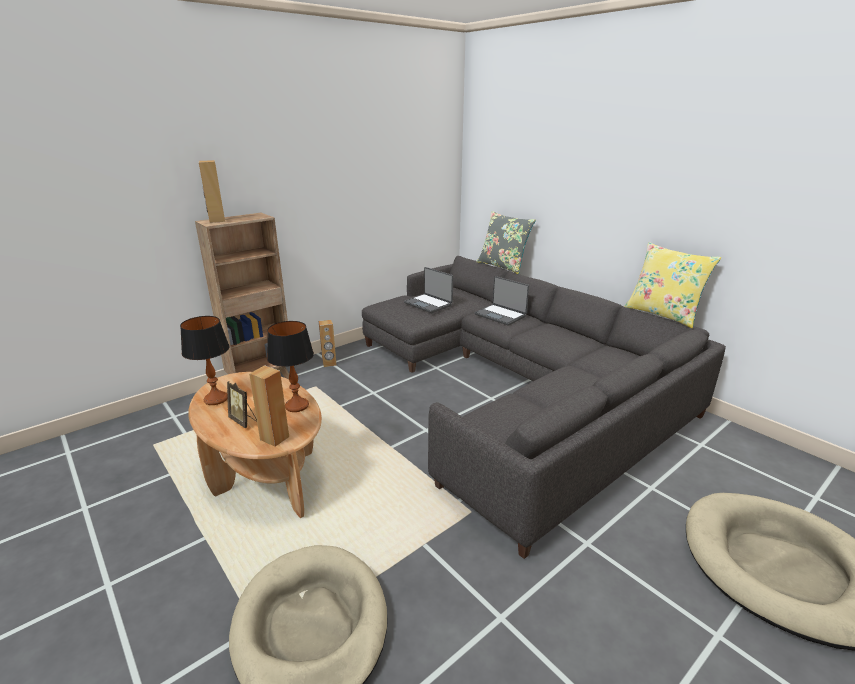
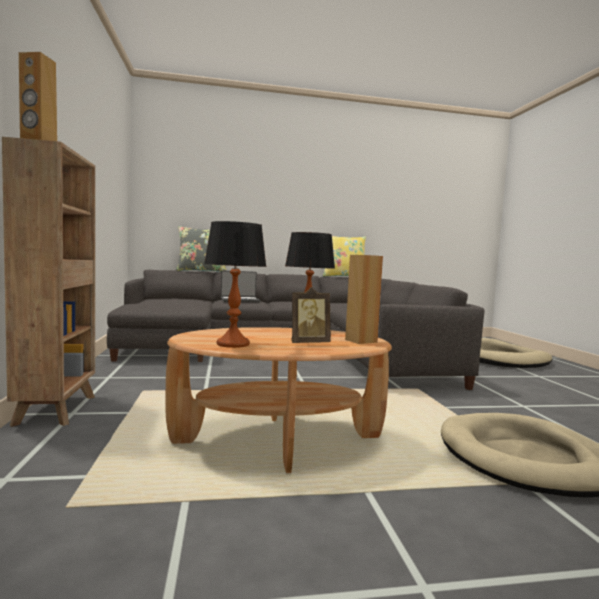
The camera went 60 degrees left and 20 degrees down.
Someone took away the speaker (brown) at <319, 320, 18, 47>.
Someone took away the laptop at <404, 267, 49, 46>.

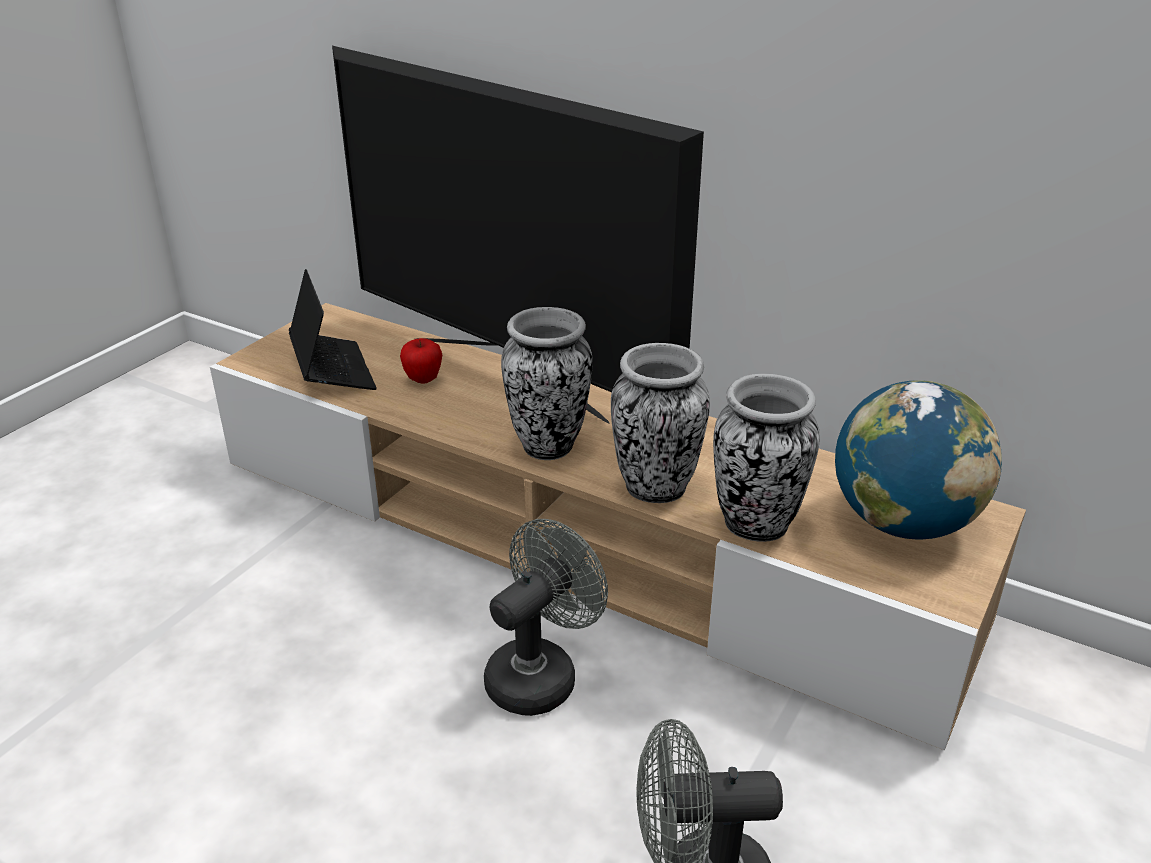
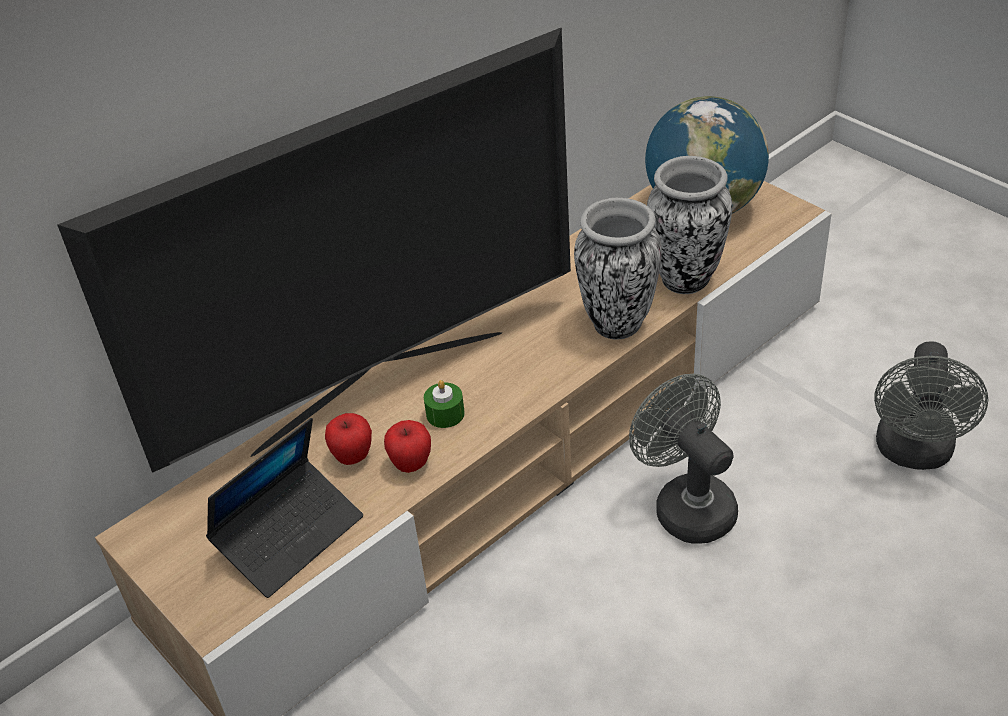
The camera went 70 degrees left and 10 degrees up.
Someone rotated the laptop at <289, 269, 87, 121> by 135 degrees clockwise.
Someone put down the apple at <384, 420, 47, 53>.
Someone put down the candle (green) at <424, 380, 41, 48>.
Someone took away the vase at <501, 307, 92, 153>.

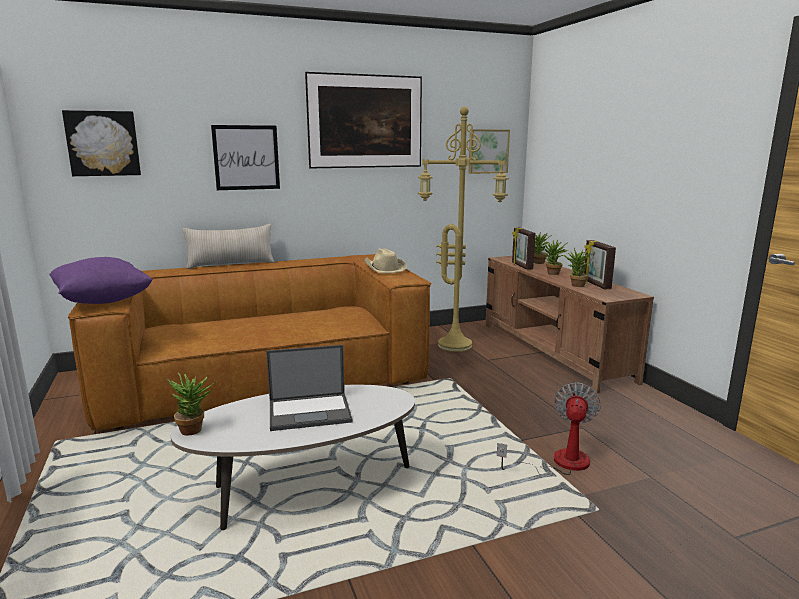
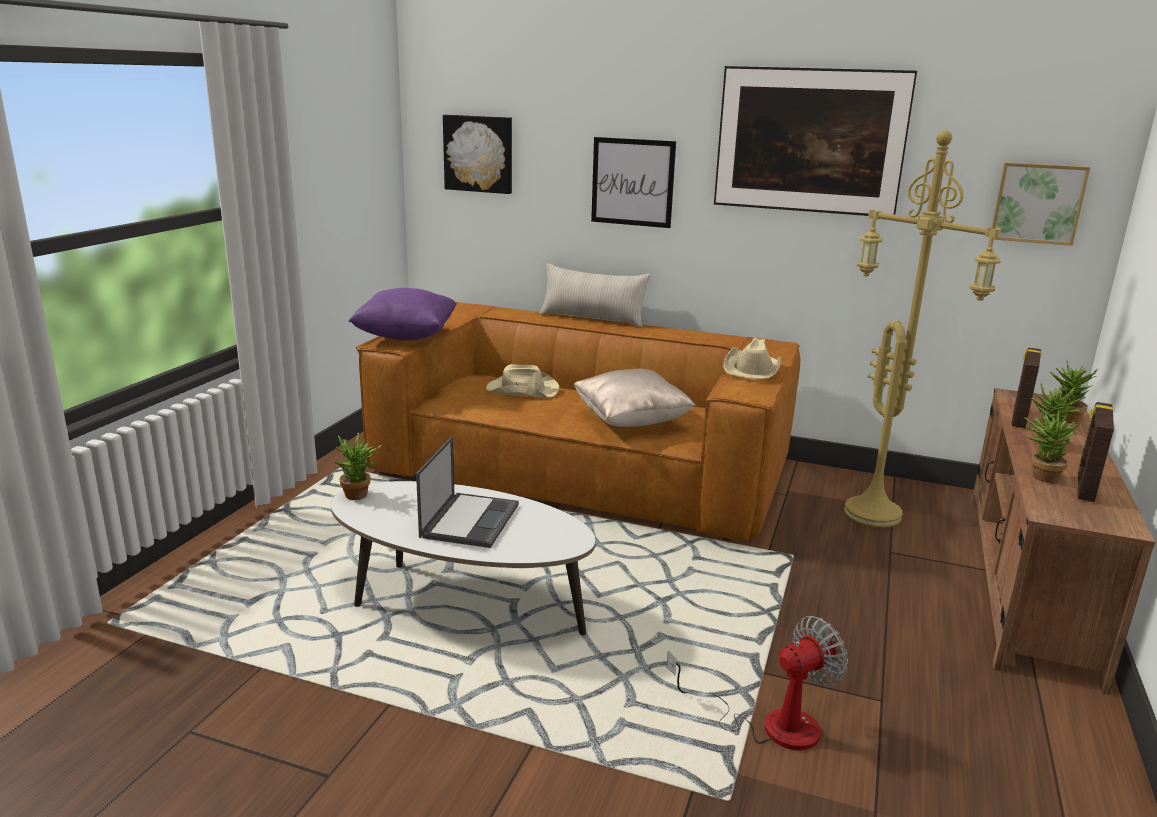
The camera went 40 degrees right and 5 degrees up.
Someone rotated the laptop at <266, 345, 87, 86> by 105 degrees counterclockwise.
Someone put down the hat (beige) at <486, 364, 73, 33>.
Someone put down the pillow (beige) at <574, 368, 121, 59>.

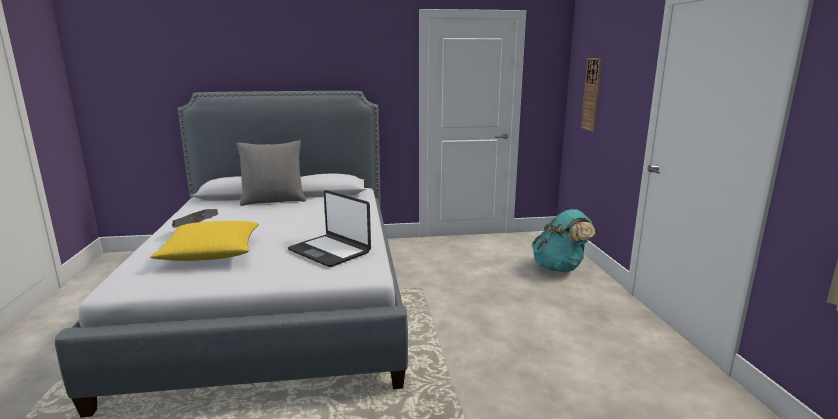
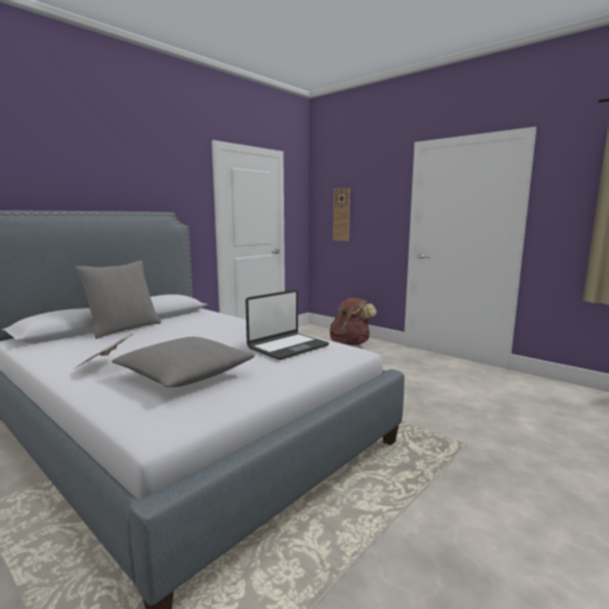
The camera went 40 degrees left and 5 degrees down.
Someone repainted the pillow (yellow) at <150, 221, 109, 40>, which became the pillow (grey) at <112, 337, 143, 50>.
Someone rotated the laptop at <288, 190, 83, 77> by 45 degrees counterclockwise.
Someone repainted the backpack (turquoise) at <532, 209, 63, 64>, which became the backpack (brown) at <330, 298, 47, 47>.

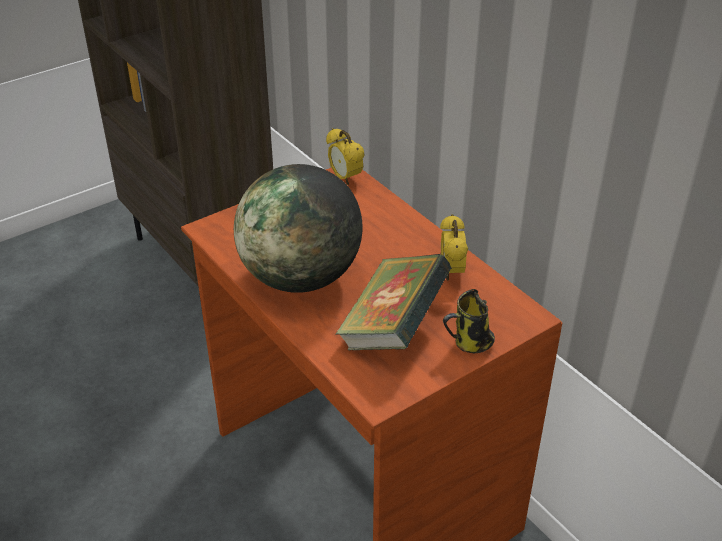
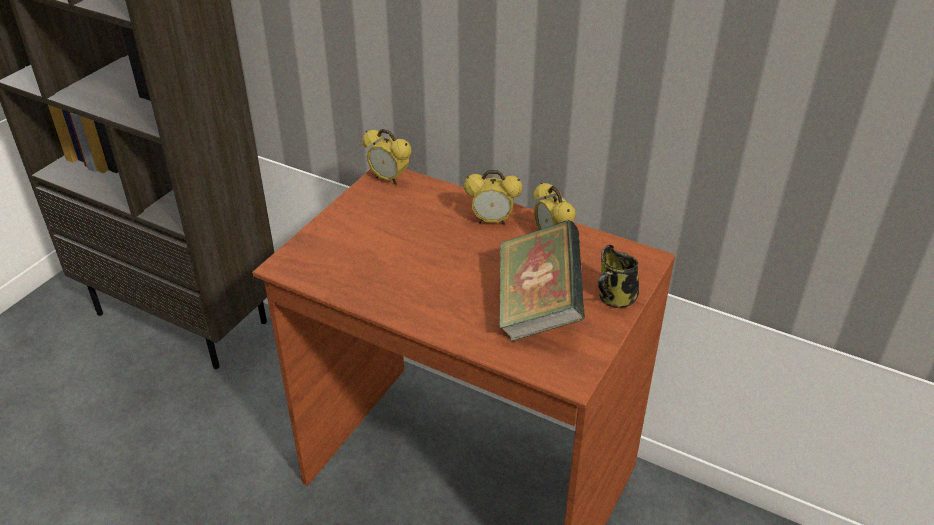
The camera went 25 degrees left and 0 degrees up.
Someone put down the alarm clock at <464, 170, 58, 55>.
Someone took away the globe at <234, 164, 129, 129>.

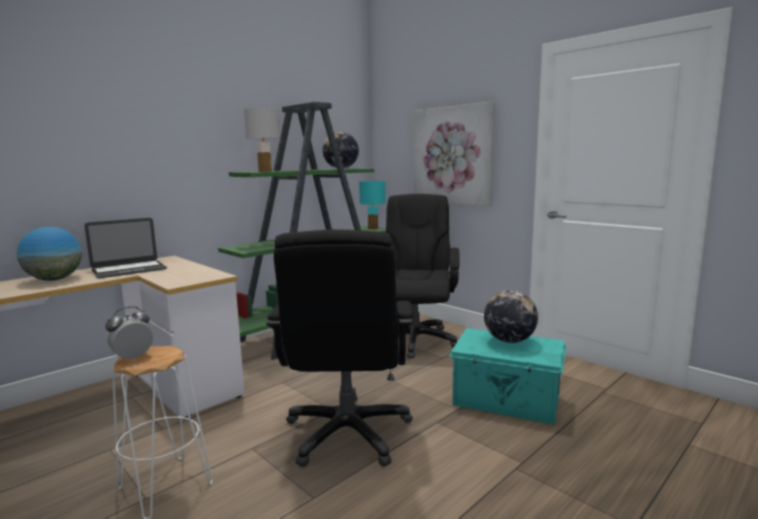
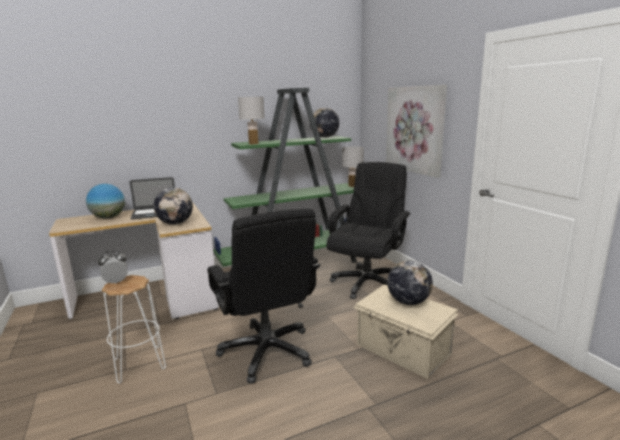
The camera went 20 degrees right and 5 degrees up.
Someone put down the globe at <154, 187, 39, 38>.
Someone rotated the office chair (black) at <266, 229, 147, 238> by 45 degrees counterclockwise.
Someone repainted the table lamp (turquoise) at <359, 181, 27, 48>, which became the table lamp (white) at <342, 147, 22, 40>.
Someone repainted the storage box (turquoise) at <448, 328, 118, 97>, which became the storage box (beige) at <353, 284, 106, 95>.

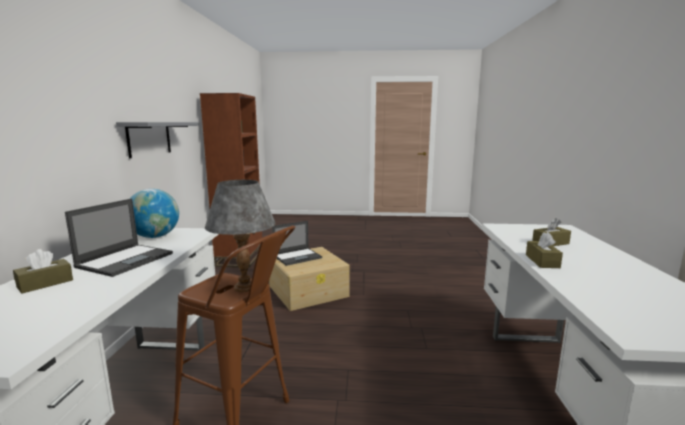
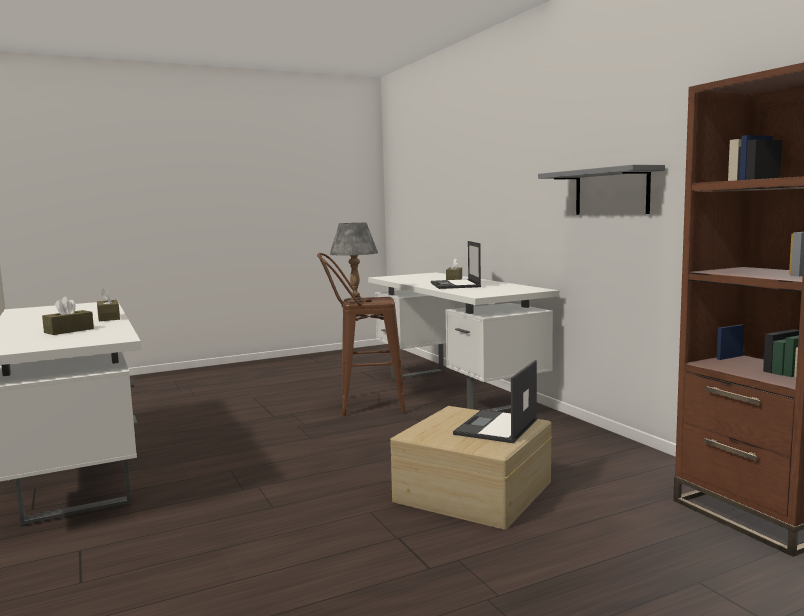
The camera went 150 degrees right and 5 degrees down.
Someone took away the globe at <130, 189, 49, 49>.

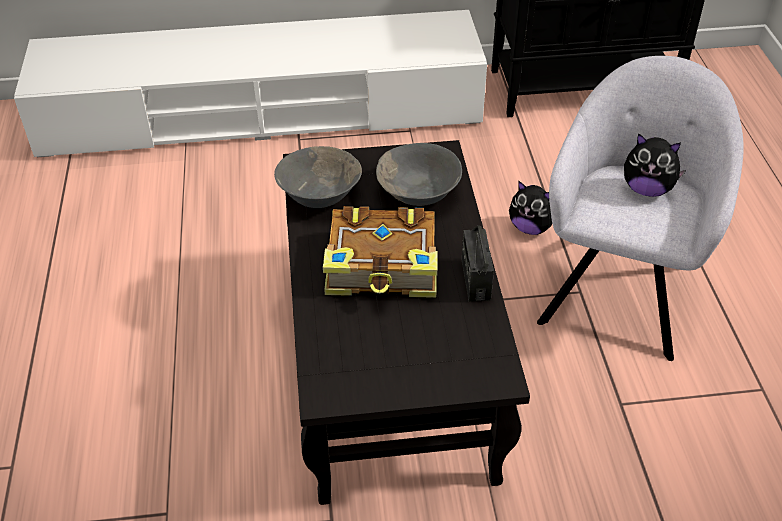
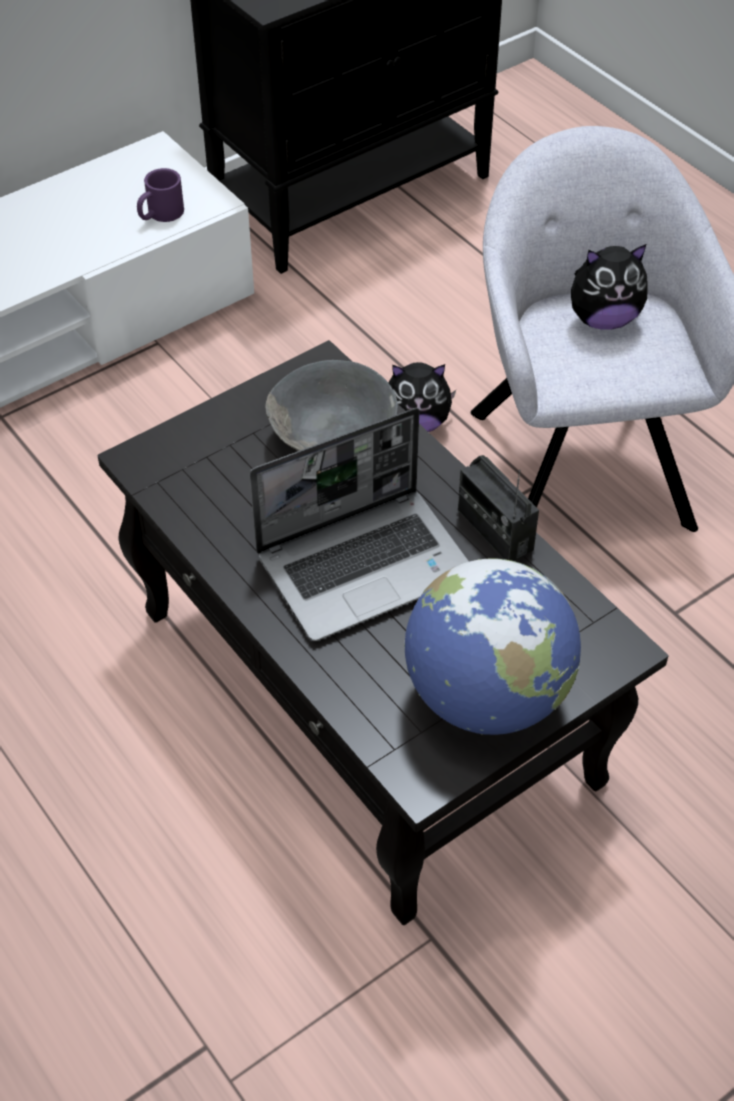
The camera went 30 degrees left and 5 degrees up.
Someone put down the mug (purple) at <137, 168, 47, 54>.
Someone swapped the book at <323, 206, 114, 92> for the laptop at <250, 408, 219, 233>.
Someone put down the globe at <404, 558, 177, 177>.
Someone took away the bowl (grey) at <274, 146, 88, 62>.

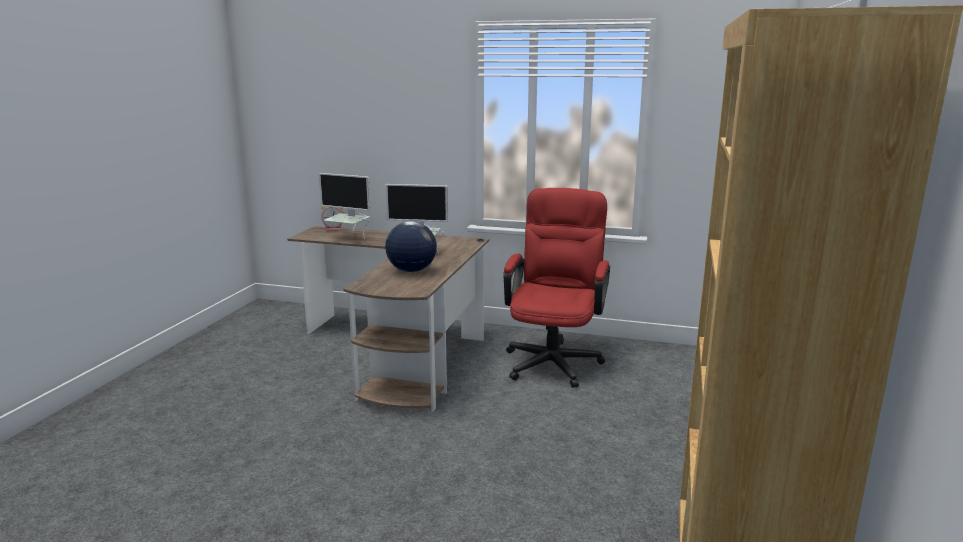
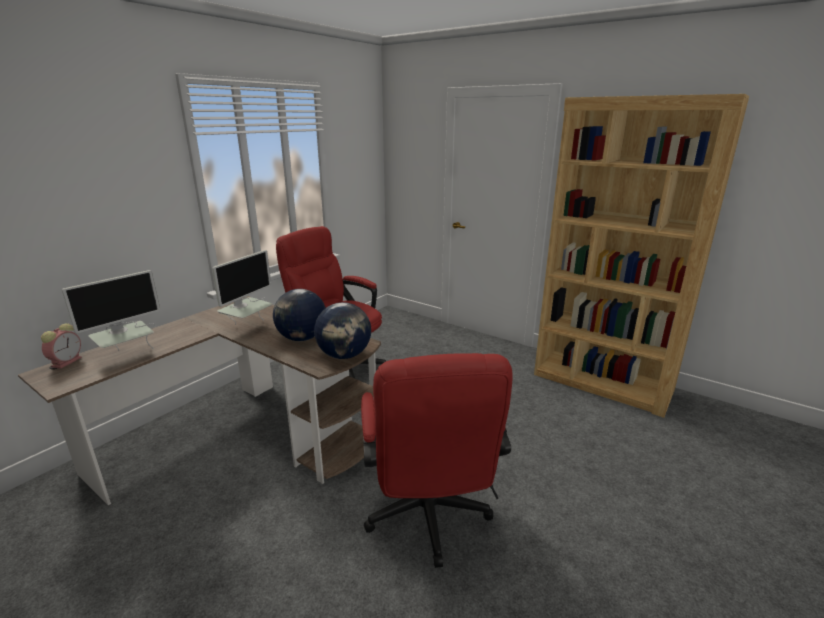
The camera went 70 degrees left and 5 degrees up.
Someone put down the globe at <314, 302, 57, 57>.
Someone put down the office chair (red) at <361, 353, 152, 215>.

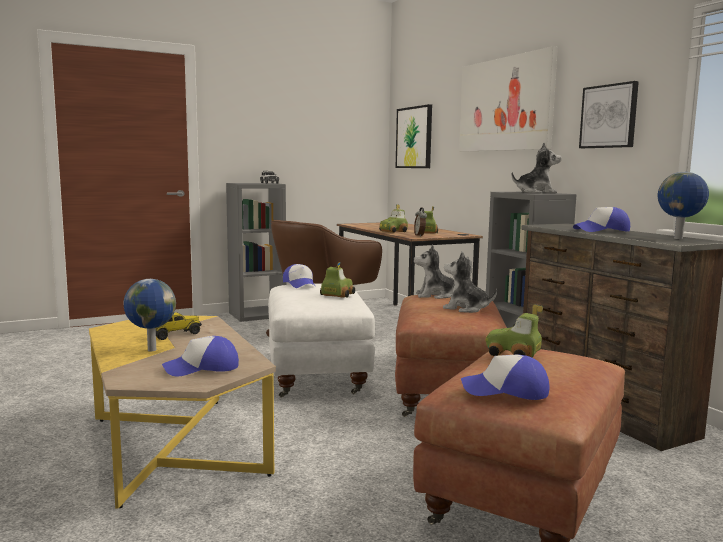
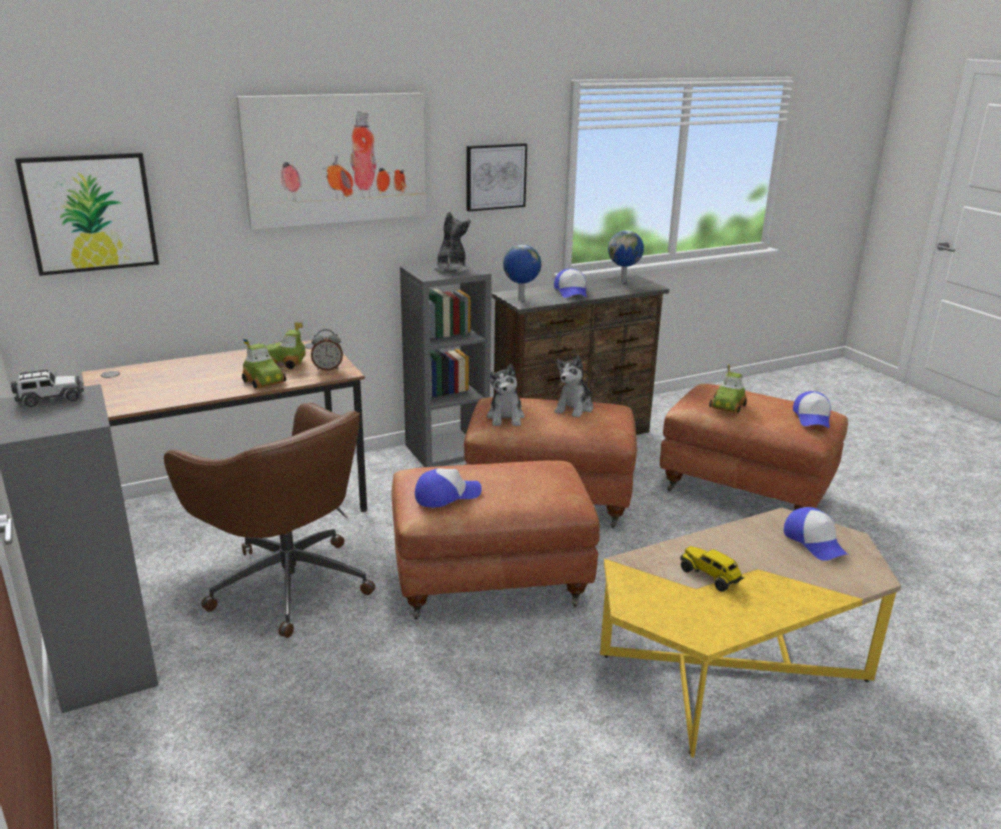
The camera went 90 degrees left and 15 degrees up.
Someone repainted the ottoman (white) at <268, 284, 107, 114>, which became the ottoman (brown) at <391, 461, 209, 159>.
Someone carried the globe from <124, 279, 52, 72> to <503, 245, 38, 56>.
Someone took away the toy car at <320, 262, 35, 36>.

